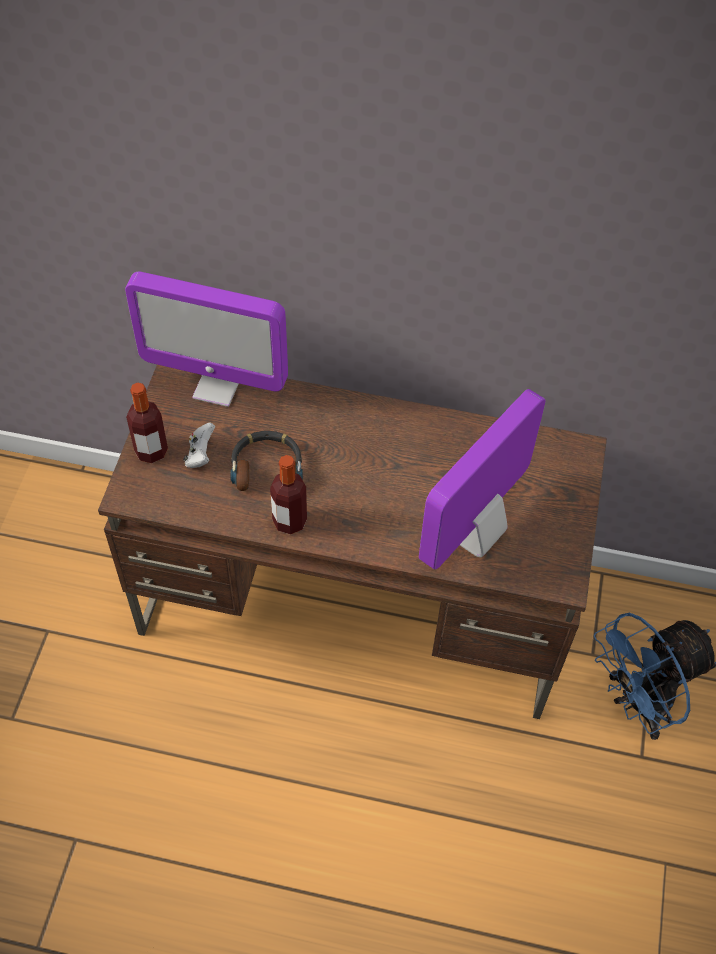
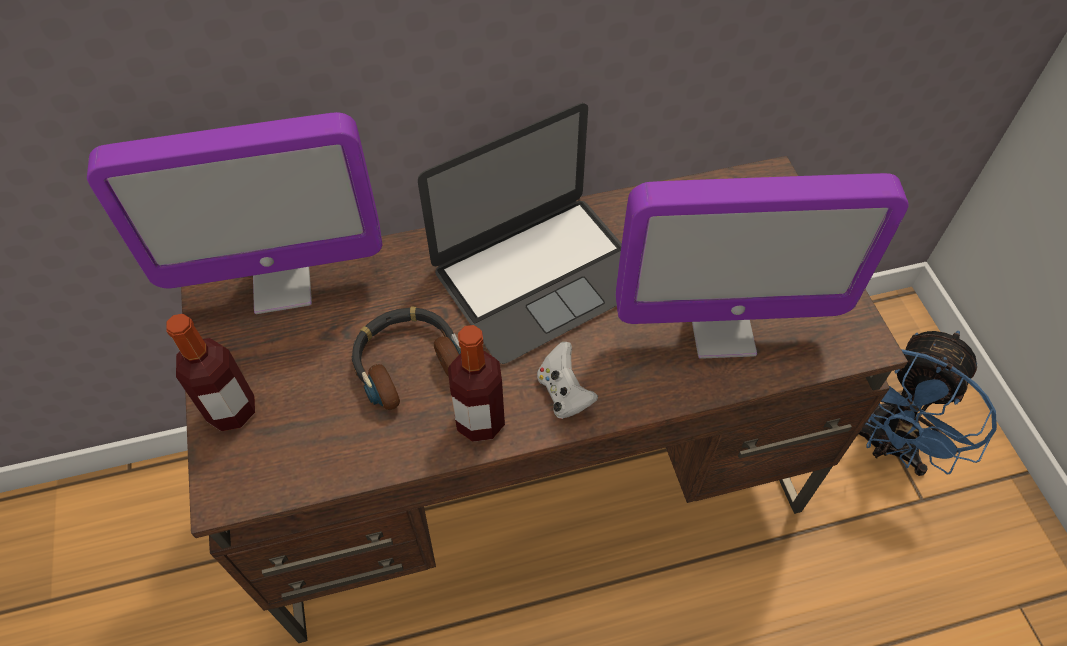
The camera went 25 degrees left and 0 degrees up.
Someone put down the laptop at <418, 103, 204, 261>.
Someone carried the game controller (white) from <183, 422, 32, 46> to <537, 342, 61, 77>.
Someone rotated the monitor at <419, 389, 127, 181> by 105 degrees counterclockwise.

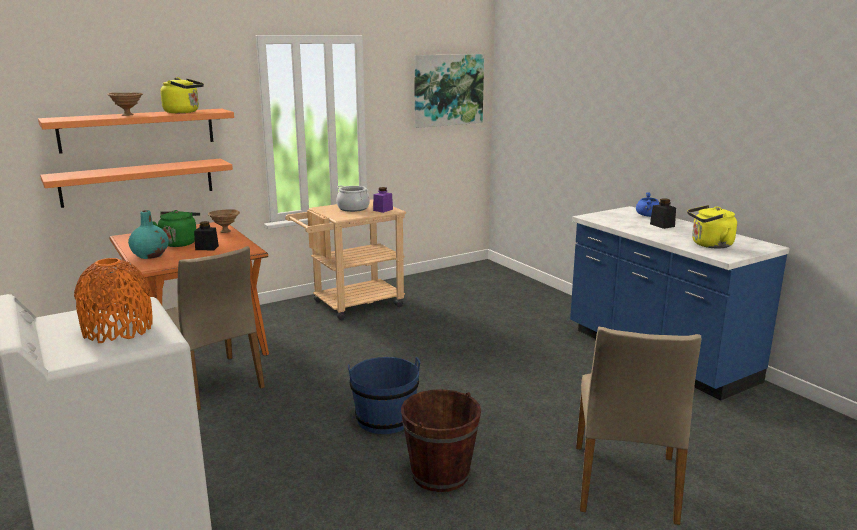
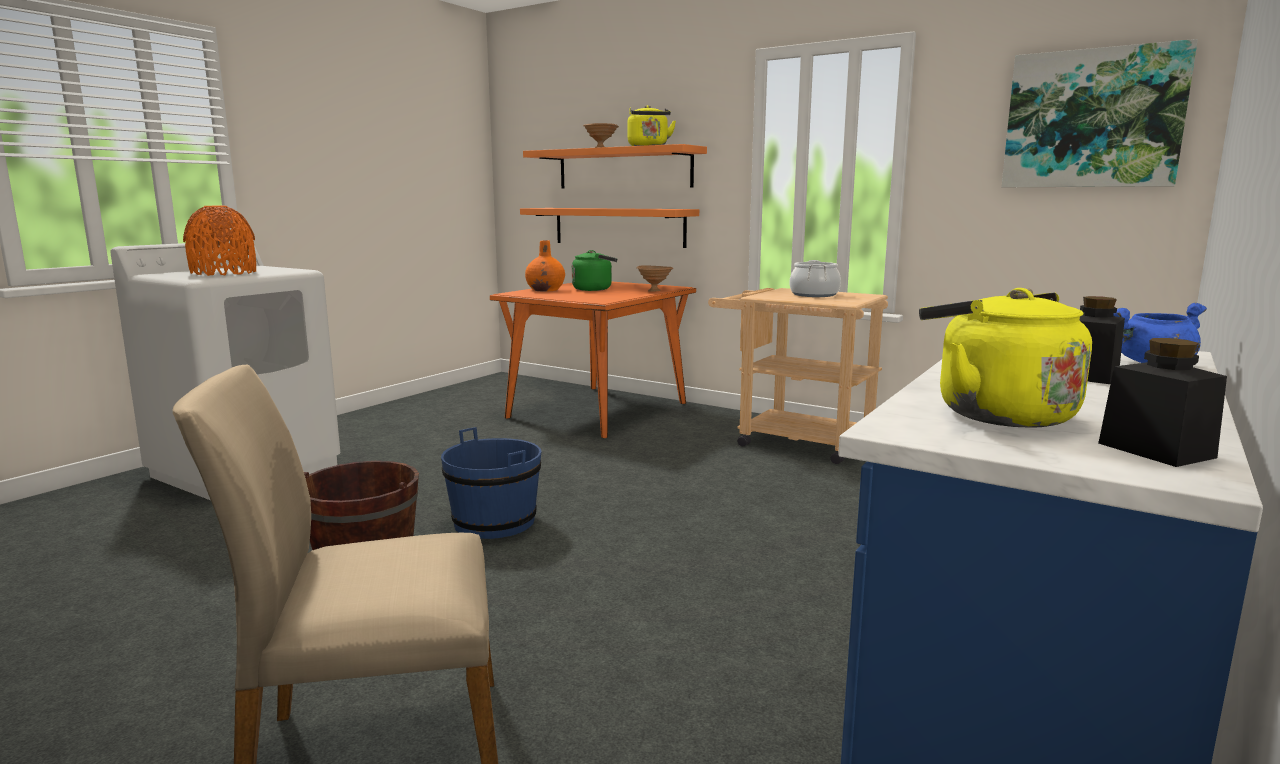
The camera went 65 degrees right and 5 degrees down.
Someone repainted the vase (turquoise) at <128, 210, 41, 49>, which became the vase (orange) at <525, 240, 40, 51>.
Someone carried the jar (black) from <194, 221, 25, 29> to <1098, 338, 129, 129>.
Someone took away the chair (beige) at <165, 246, 100, 164>.
Someone took away the jar (purple) at <373, 187, 20, 26>.

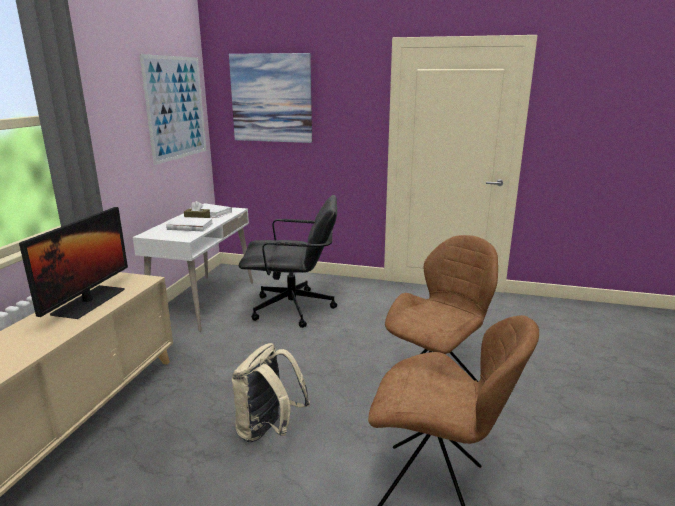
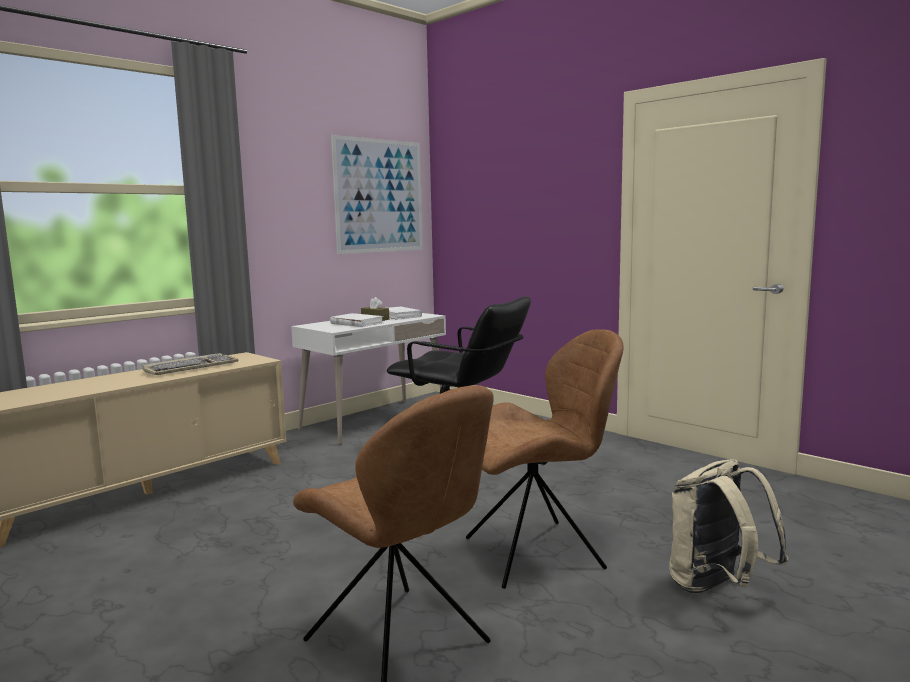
The camera went 30 degrees right and 10 degrees down.
Someone swapped the monitor at <19, 207, 109, 112> for the keyboard at <143, 353, 96, 22>.
Someone carried the backpack (beige) from <232, 343, 78, 99> to <669, 459, 119, 134>.
Someone took away the picture at <229, 53, 83, 90>.

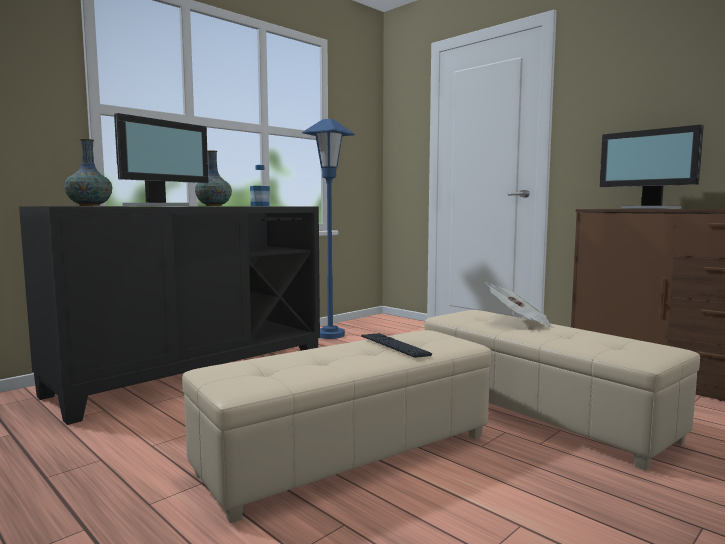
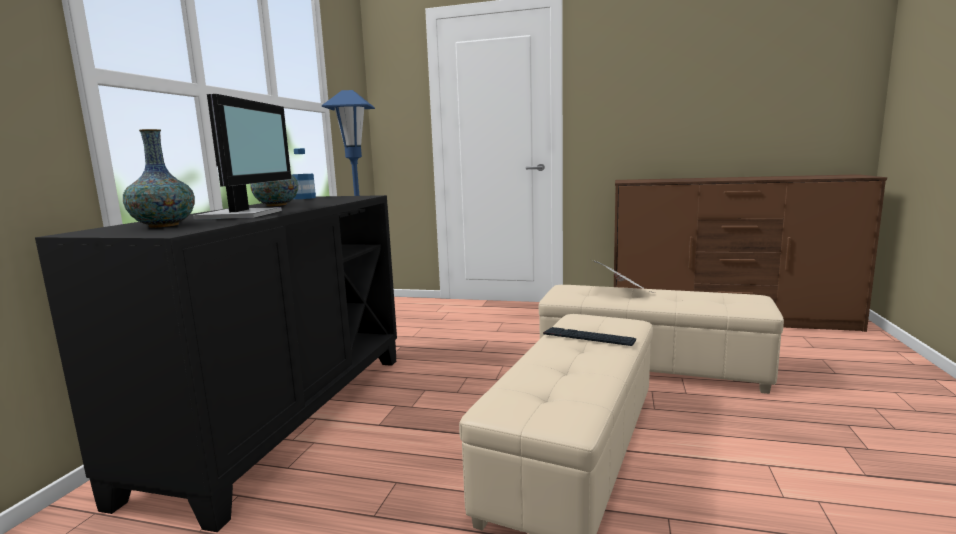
The camera went 30 degrees left and 5 degrees up.
Someone took away the monitor at <599, 124, 105, 85>.

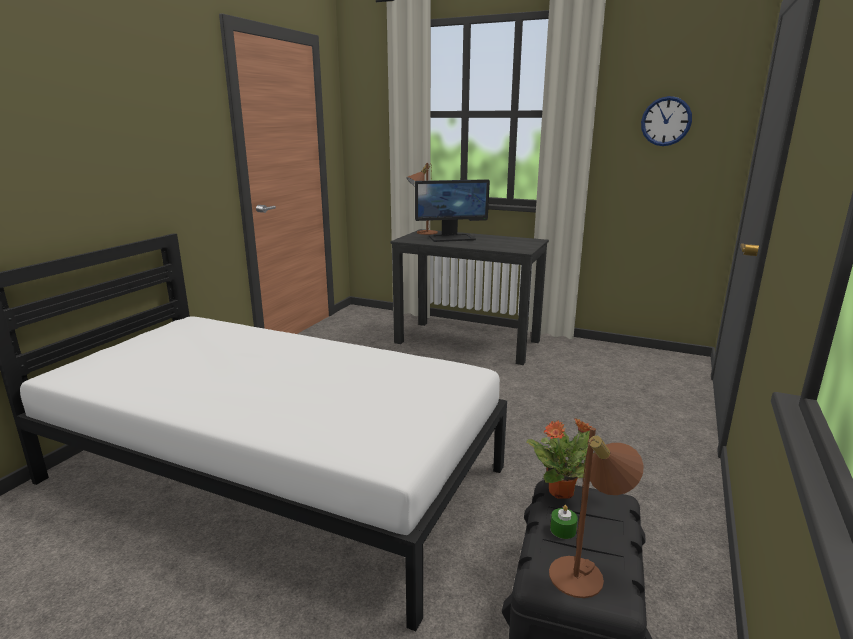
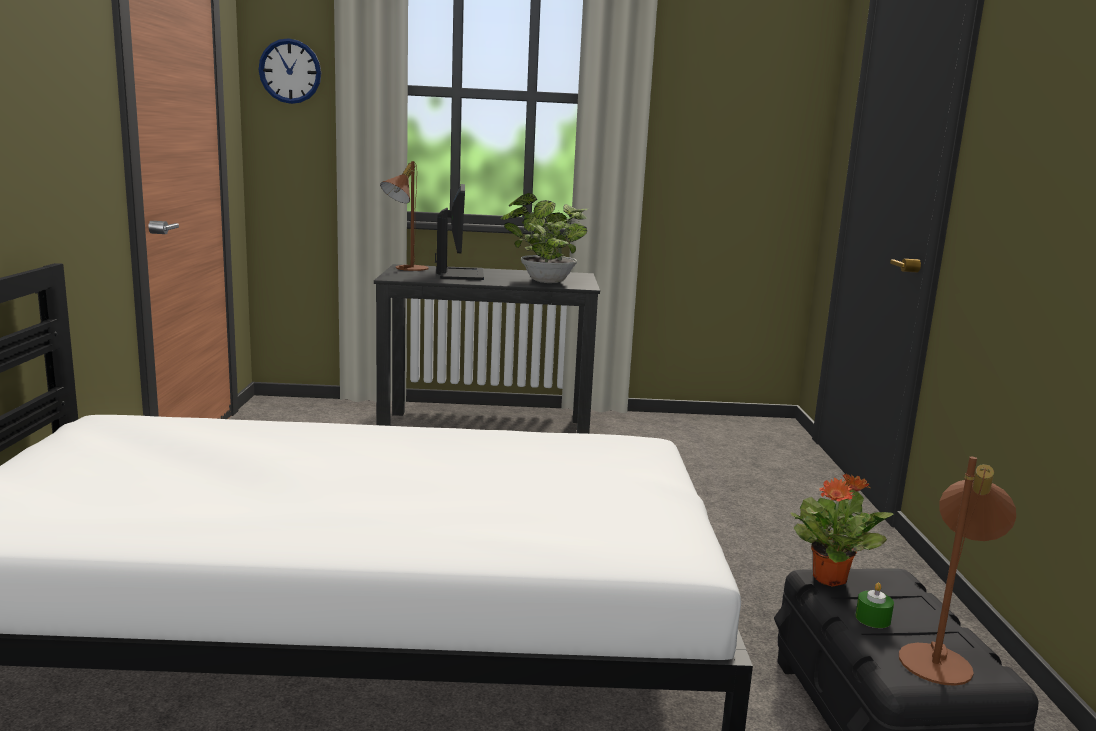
The camera went 25 degrees left and 5 degrees down.
Someone carried the wall clock from <641, 96, 51, 50> to <259, 38, 62, 66>.
Someone rotated the monitor at <415, 179, 75, 63> by 60 degrees counterclockwise.
Someone put down the potted plant at <501, 193, 88, 90>.

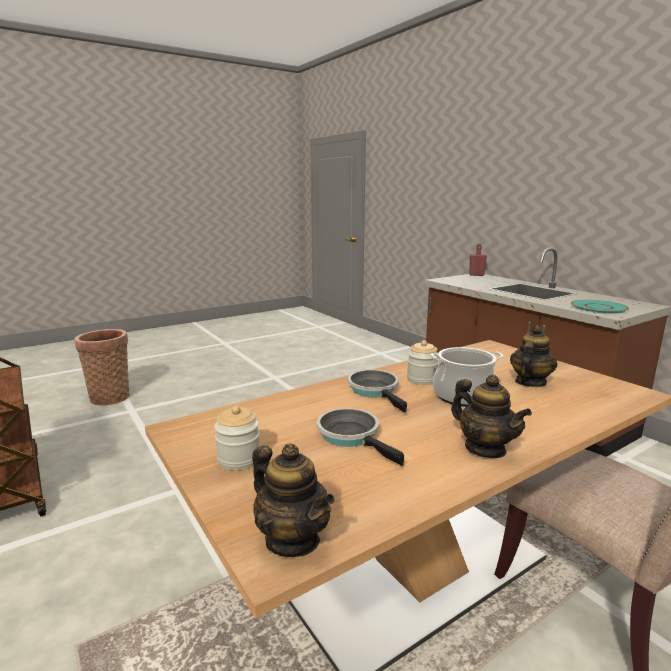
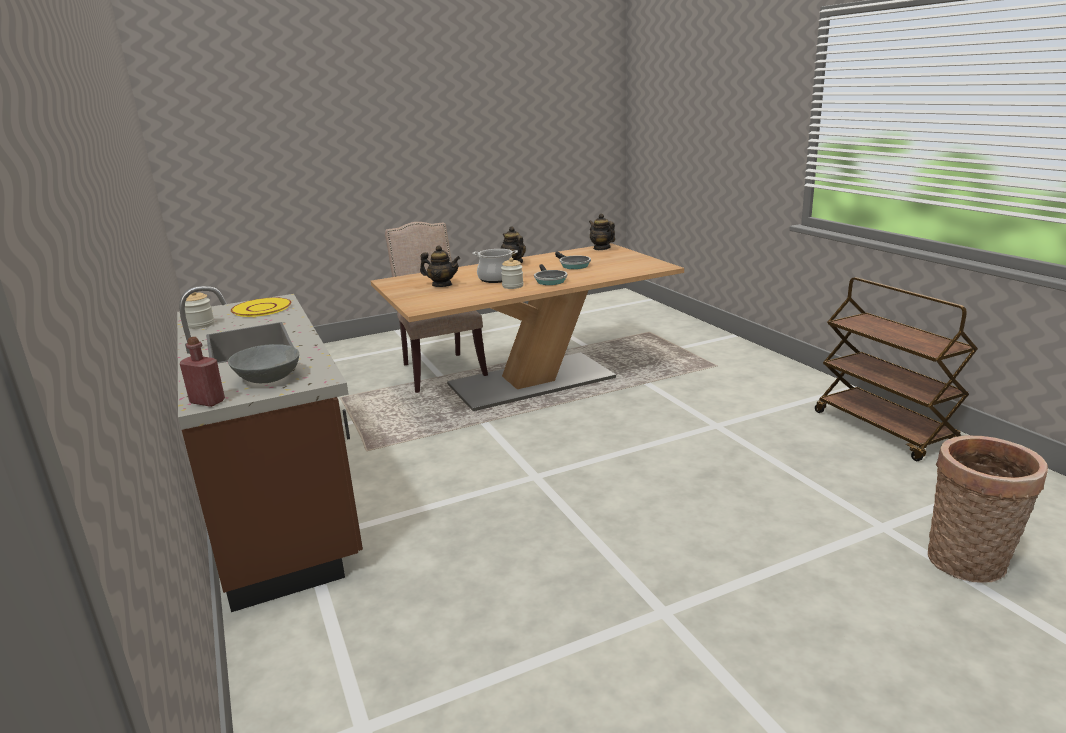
The camera went 170 degrees left and 5 degrees up.
Someone carried the jar from <214, 405, 46, 65> to <185, 292, 29, 37>.
Someone put down the bowl (grey) at <228, 344, 71, 39>.
Someone repainted the plate (turquoise) at <571, 300, 58, 14>, which became the plate (yellow) at <231, 298, 60, 19>.
Someone rotated the teapot at <510, 325, 47, 62> by 120 degrees counterclockwise.

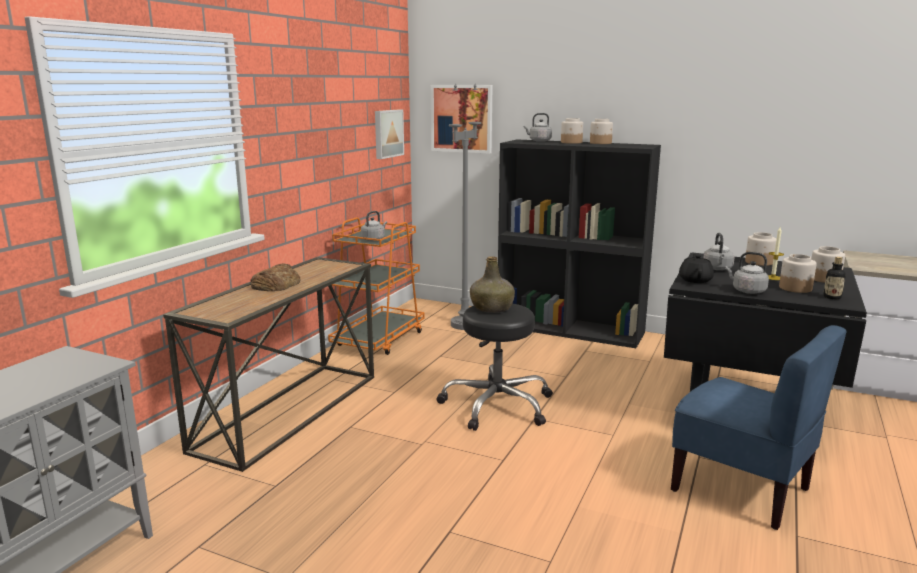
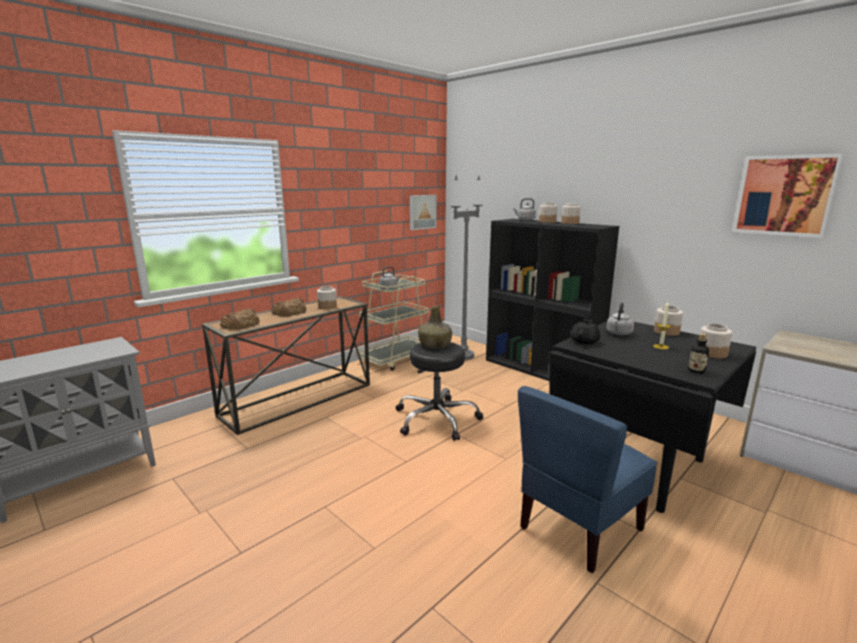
The camera went 20 degrees right and 0 degrees up.
Someone put down the bread at <220, 308, 39, 21>.
Someone carried the jar from <779, 254, 38, 39> to <317, 286, 20, 23>.
Someone repainted the cart (orange) at <328, 217, 97, 138>, which became the cart (beige) at <356, 271, 73, 100>.
Someone rotated the chair (blue) at <671, 325, 176, 205> by 75 degrees clockwise.
Someone carried the picture from <431, 85, 61, 69> to <732, 153, 112, 85>.
Someone took away the kettle (grey) at <726, 252, 43, 42>.

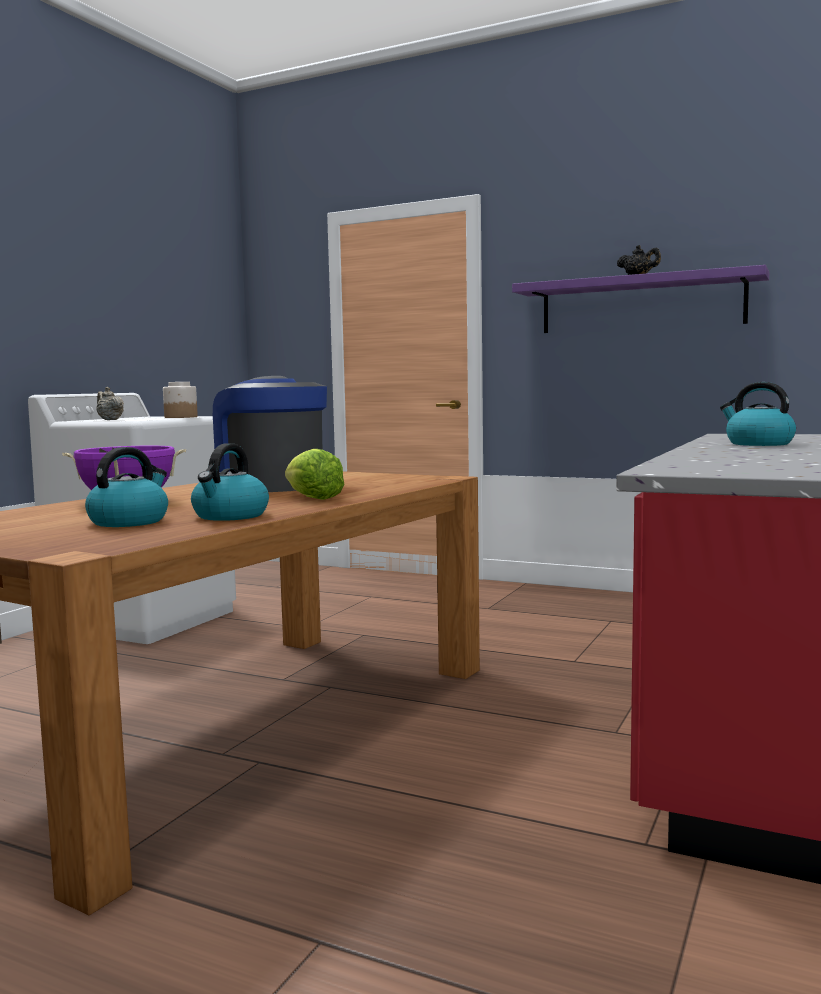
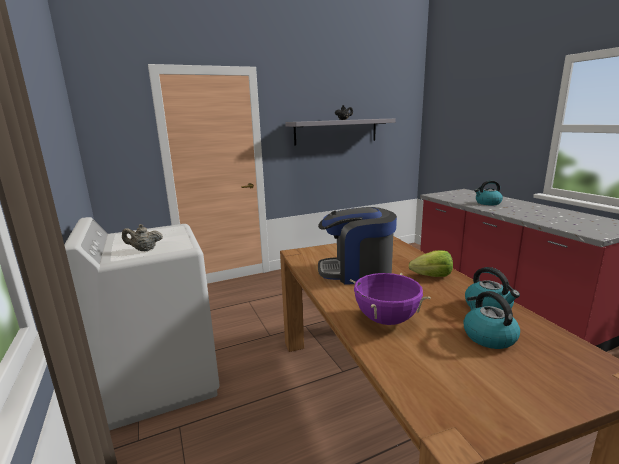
The camera went 50 degrees left and 10 degrees up.
Someone repainted the shelf (purple) at <512, 265, 257, 68>, which became the shelf (grey) at <285, 119, 111, 27>.
Someone took away the jar at <163, 382, 35, 36>.

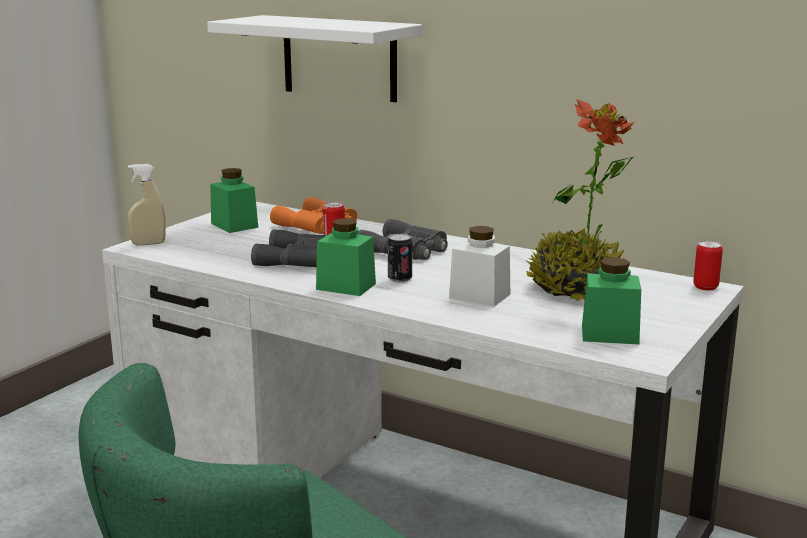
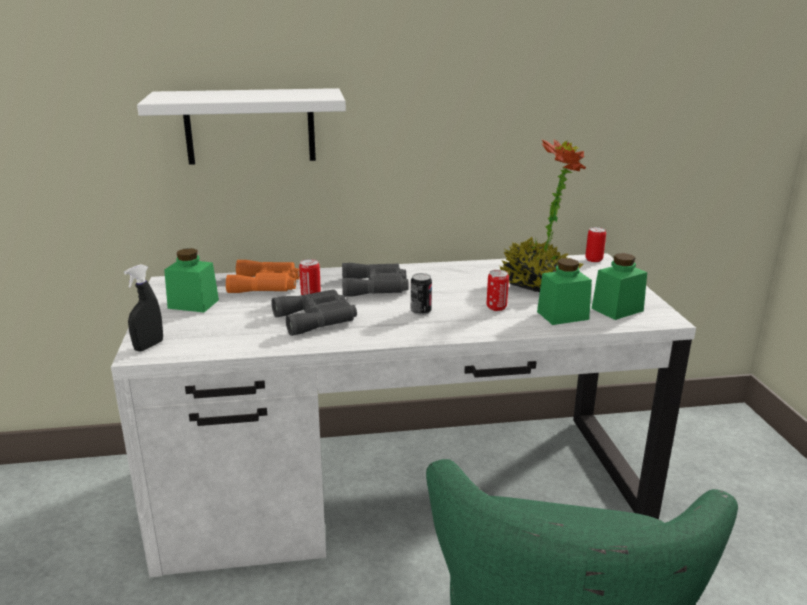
The camera went 40 degrees left and 5 degrees up.
Someone repainted the spray bottle (beige) at <128, 164, 38, 81>, which became the spray bottle (black) at <124, 264, 39, 87>.
Someone swapped the jar (white) at <449, 226, 61, 81> for the can at <487, 270, 22, 41>.
Someone carried the jar (green) from <316, 218, 60, 78> to <537, 258, 55, 67>.

